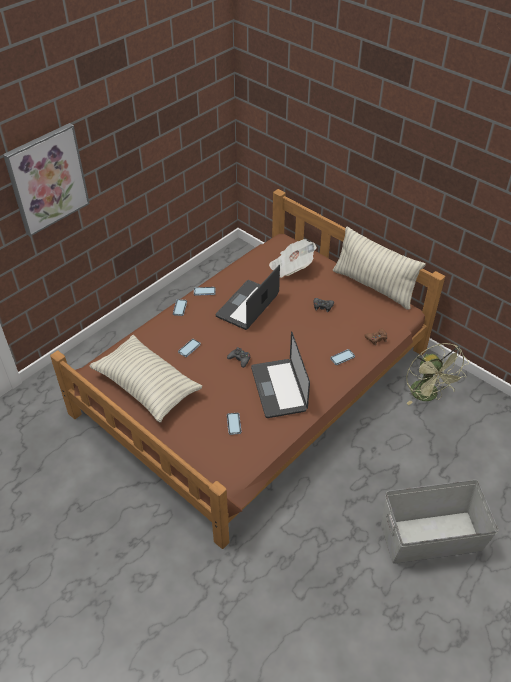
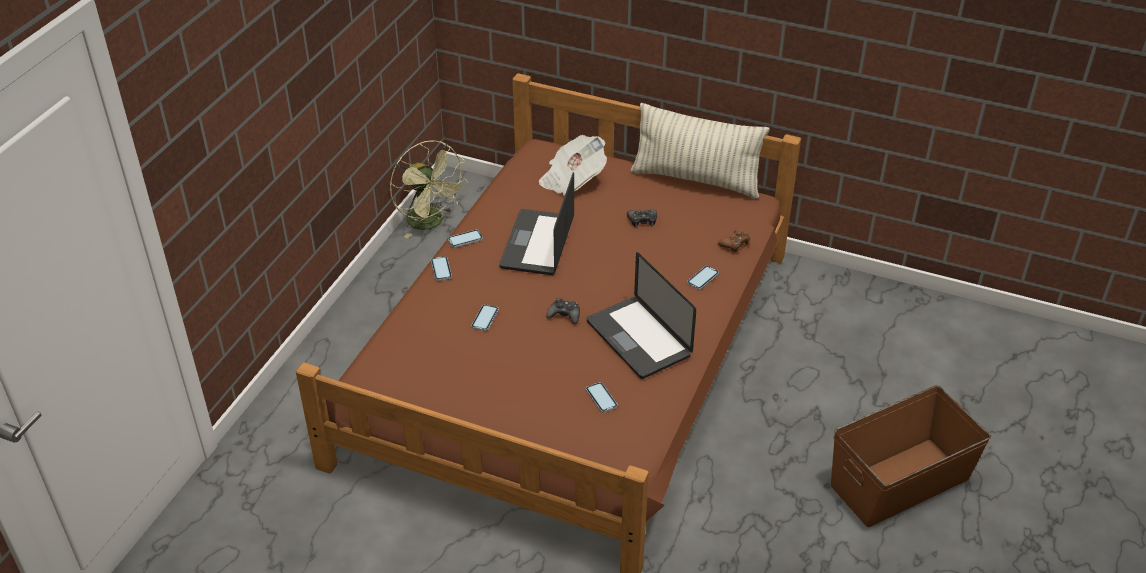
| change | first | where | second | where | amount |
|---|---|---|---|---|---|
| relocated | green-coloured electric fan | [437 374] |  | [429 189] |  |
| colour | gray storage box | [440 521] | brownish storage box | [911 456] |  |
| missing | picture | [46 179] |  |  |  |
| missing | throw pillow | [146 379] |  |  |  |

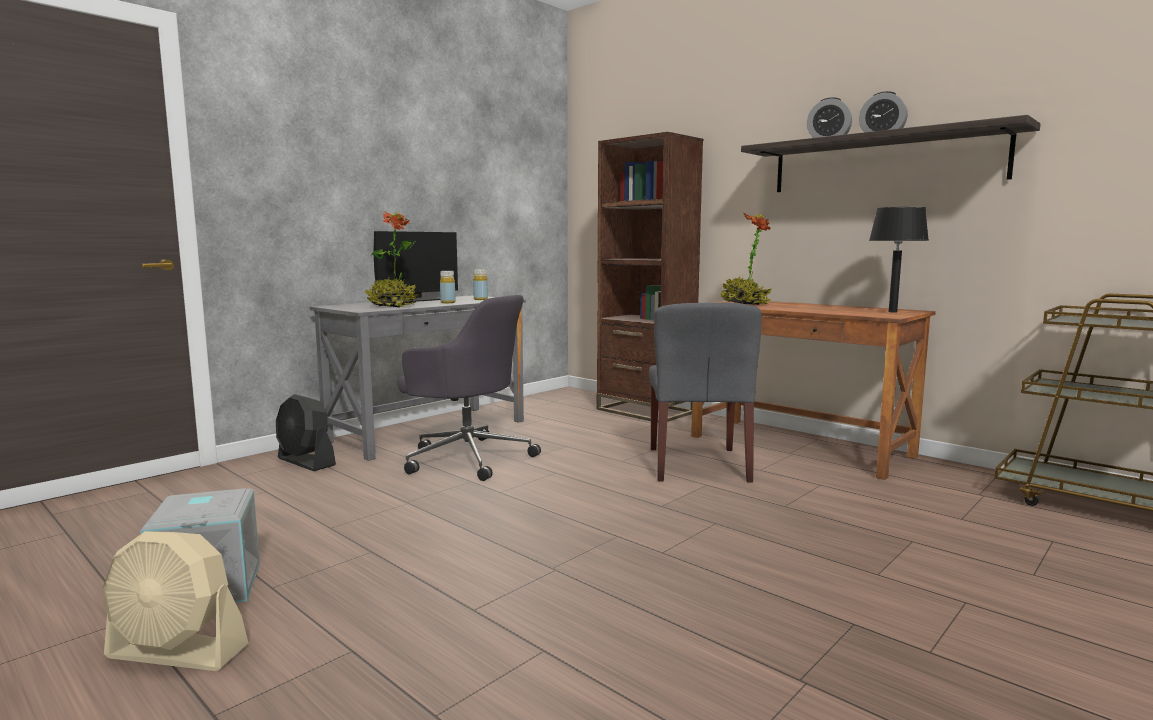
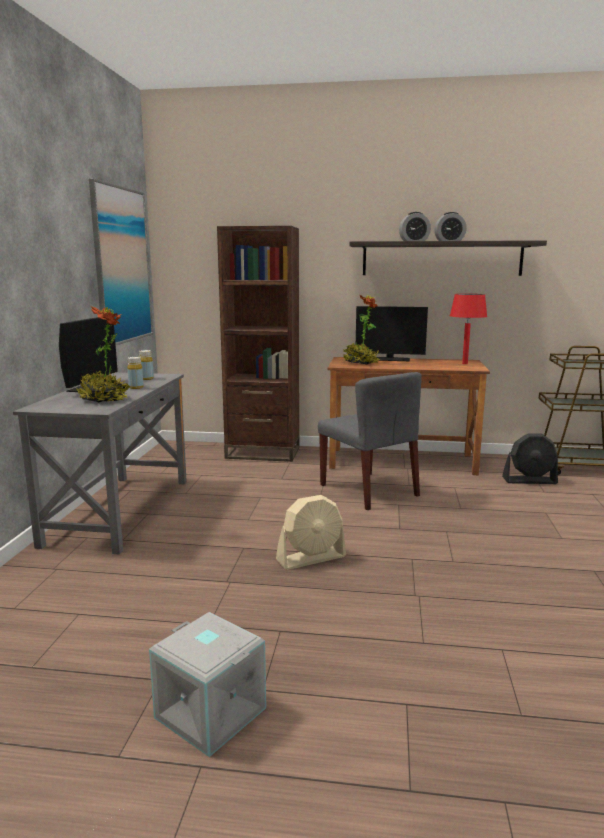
| change | first | where | second | where | amount |
|---|---|---|---|---|---|
| appeared |  |  | picture | [121 261] |  |
| relocated | sand-coloured electric fan | [175 601] |  | [311 532] |  |
| appeared |  |  | computer screen | [392 333] |  |
| colour | black-coloured tabletop lamp | [899 260] | red-coloured tabletop lamp | [468 329] |  |
| relocated | black-coloured electric fan | [306 432] |  | [530 458] |  |
| missing | gray computer chair | [469 388] |  |  |  |

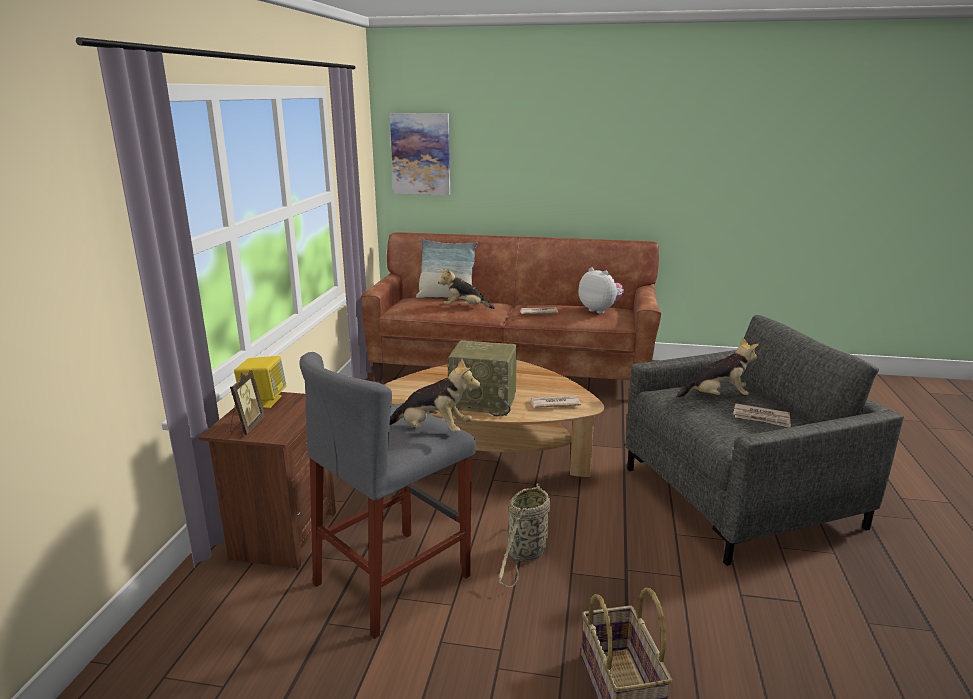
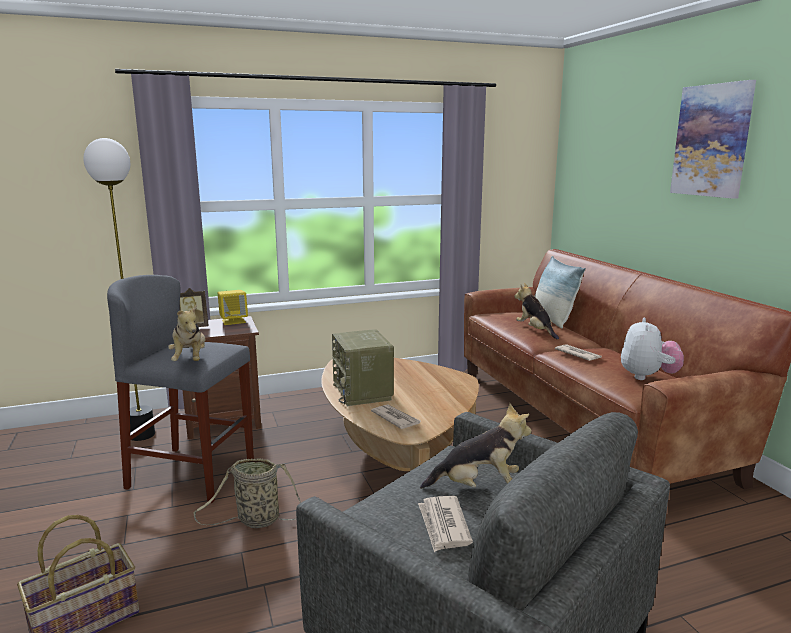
| change | first | where | second | where | amount |
|---|---|---|---|---|---|
| appeared |  |  | standing lamp | [119 289] |  |
| spun | cuddly toy | [717 367] |  | [475 446] | 60 degrees counterclockwise |
| relocated | picture | [420 154] |  | [713 139] |  |

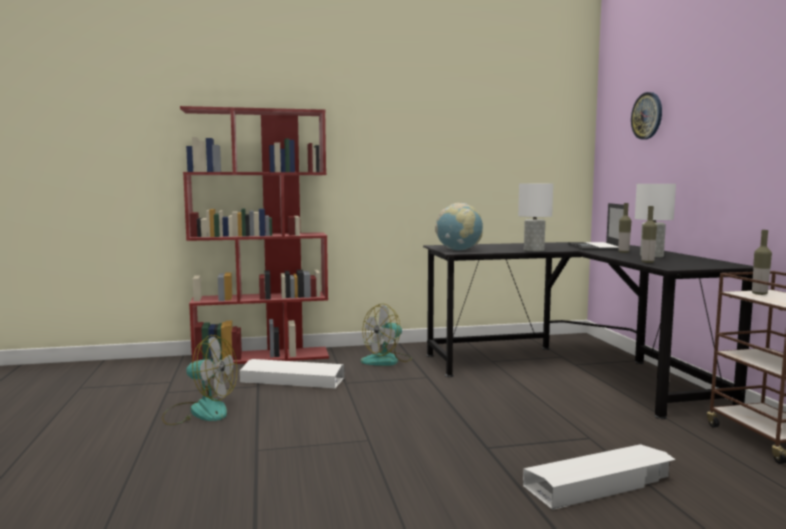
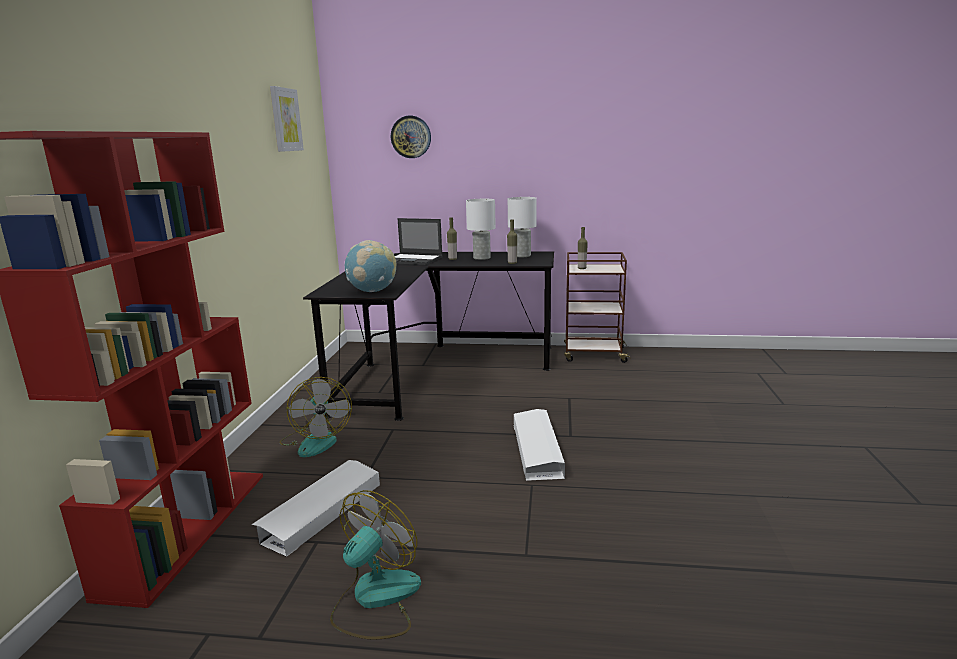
| change | first | where | second | where | amount |
|---|---|---|---|---|---|
| appeared |  |  | picture | [287 119] |  |
| relocated | whitish tabletop lamp | [535 217] |  | [522 227] |  |
| relocated | whitish storage box | [599 477] |  | [539 445] |  |

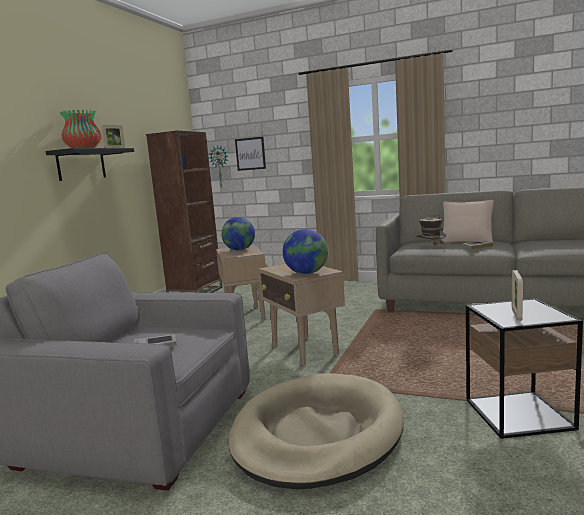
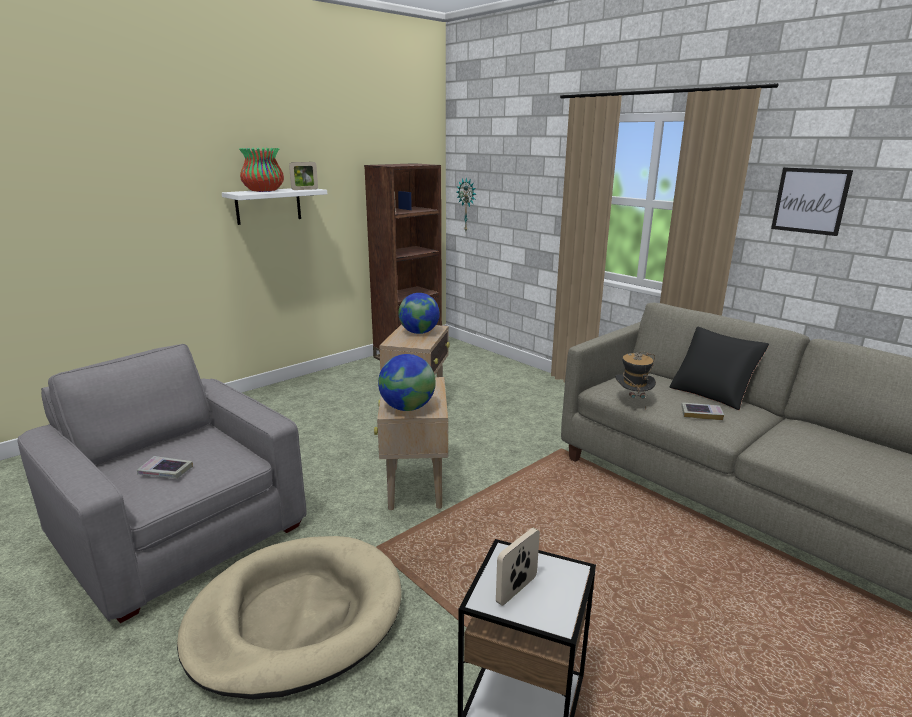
| change | first | where | second | where | amount |
|---|---|---|---|---|---|
| colour | black-coloured wall shelf | [90 164] | whitish wall shelf | [274 206] |  |
| colour | sand-coloured throw pillow | [468 221] | black-coloured throw pillow | [719 368] |  |
| relocated | picture | [250 154] |  | [812 201] |  |

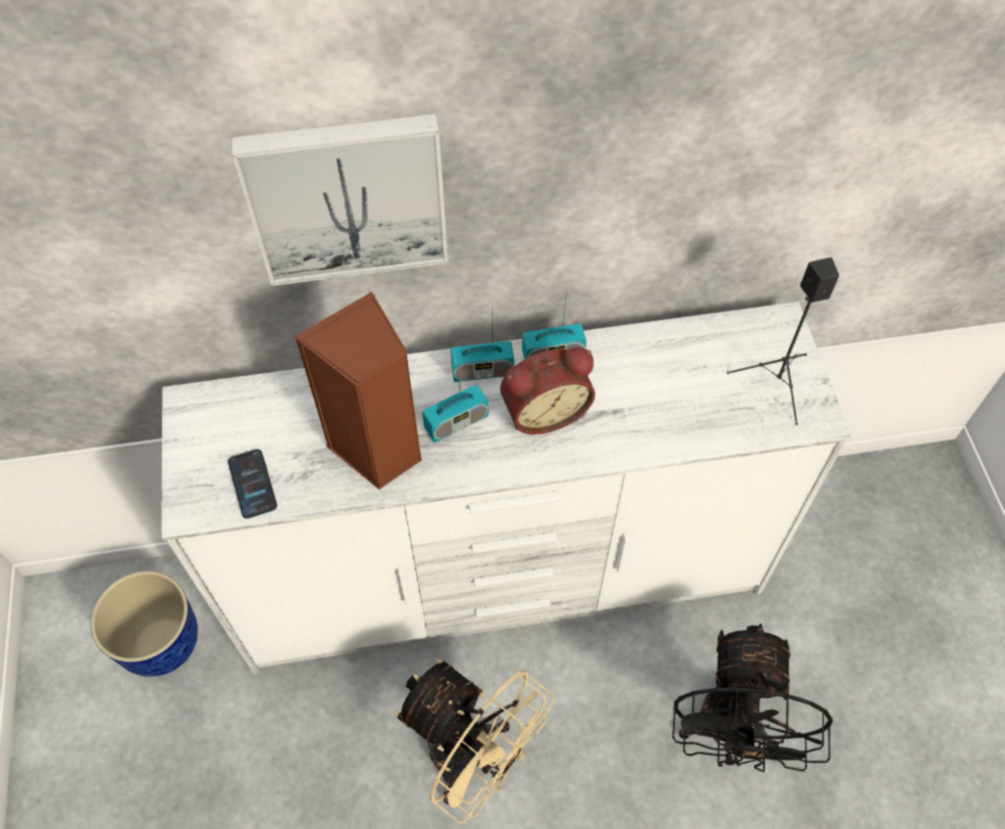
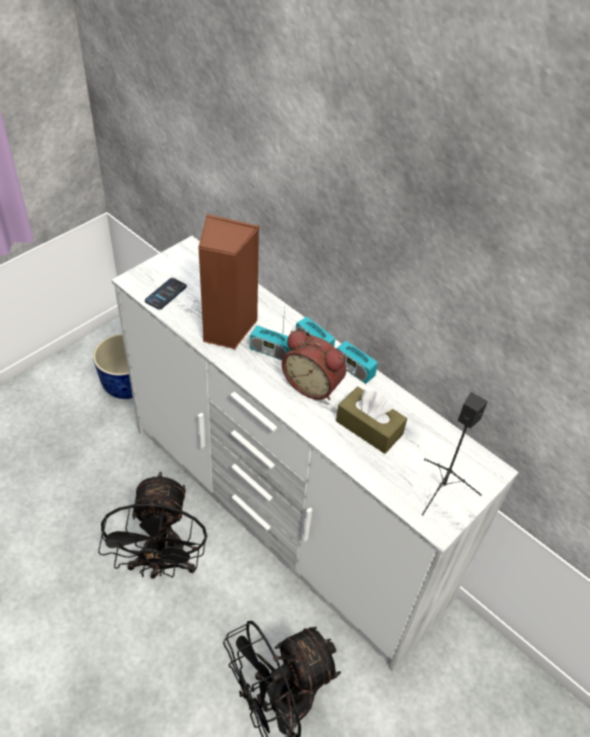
| change | first | where | second | where | amount |
|---|---|---|---|---|---|
| colour | sand-coloured electric fan | [474 741] | black-coloured electric fan | [152 525] |  |
| appeared |  |  | brownish tissue holder | [371 420] |  |
| missing | picture | [340 200] |  |  |  |

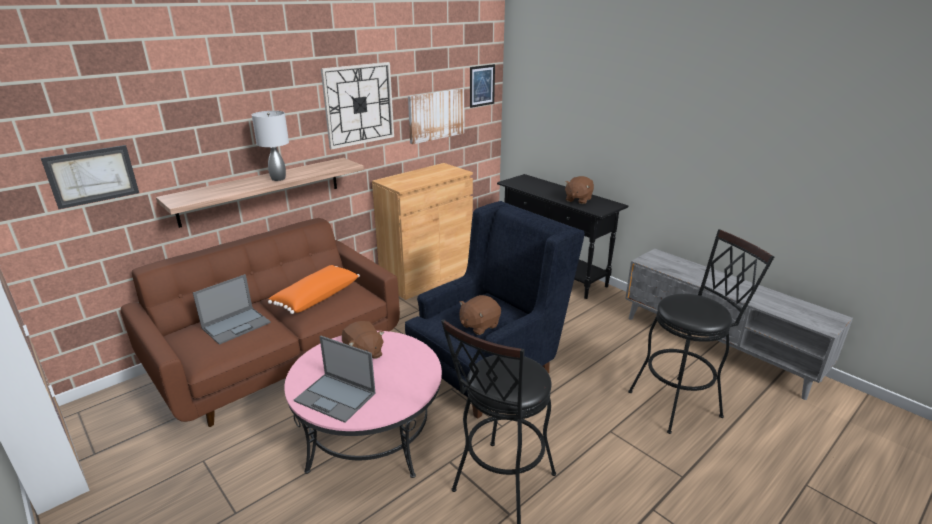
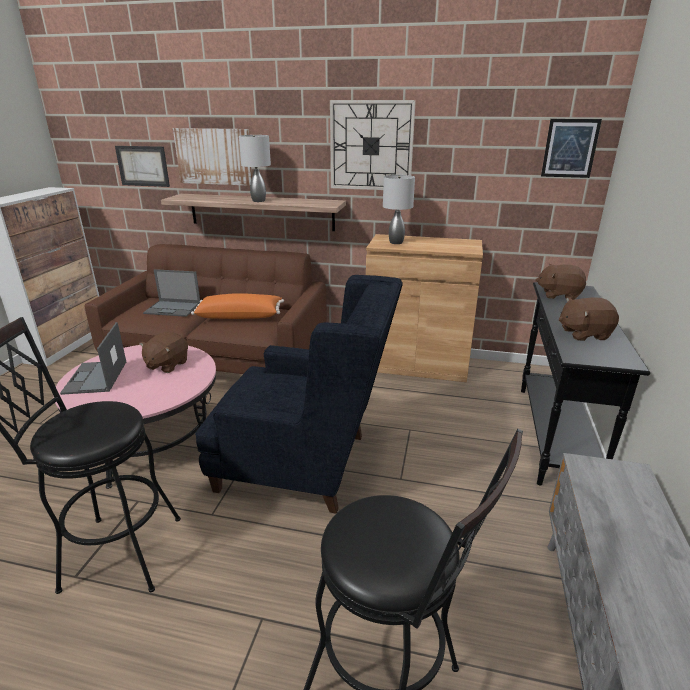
| change | first | where | second | where | amount |
|---|---|---|---|---|---|
| relocated | picture | [436 116] |  | [212 157] |  |
| appeared |  |  | gray tabletop lamp | [399 209] |  |
| relocated | brownish cuddly toy | [480 315] |  | [561 282] |  |

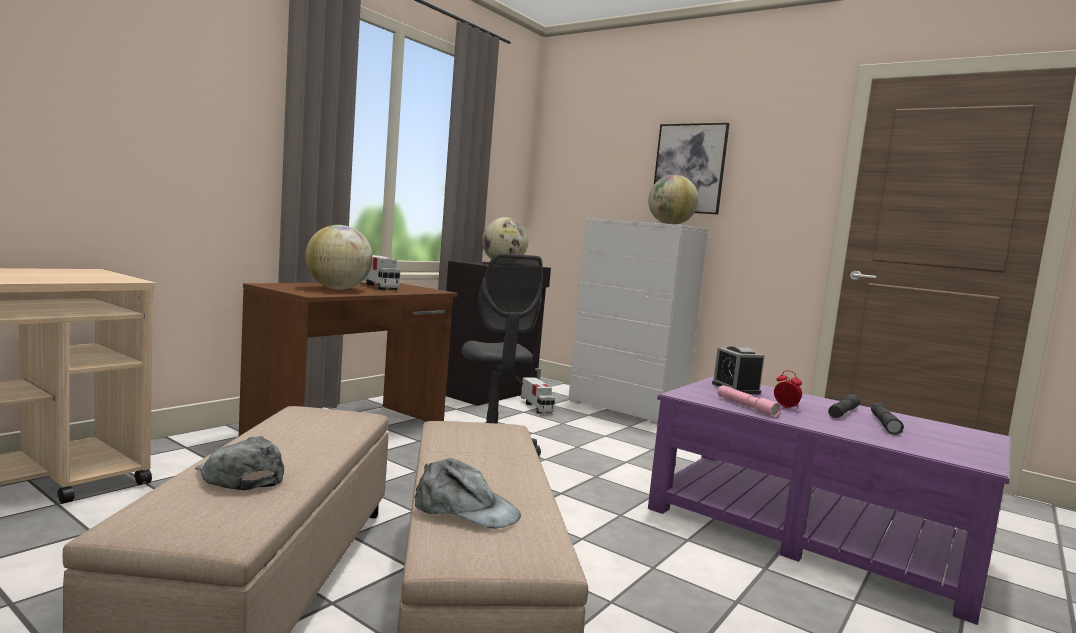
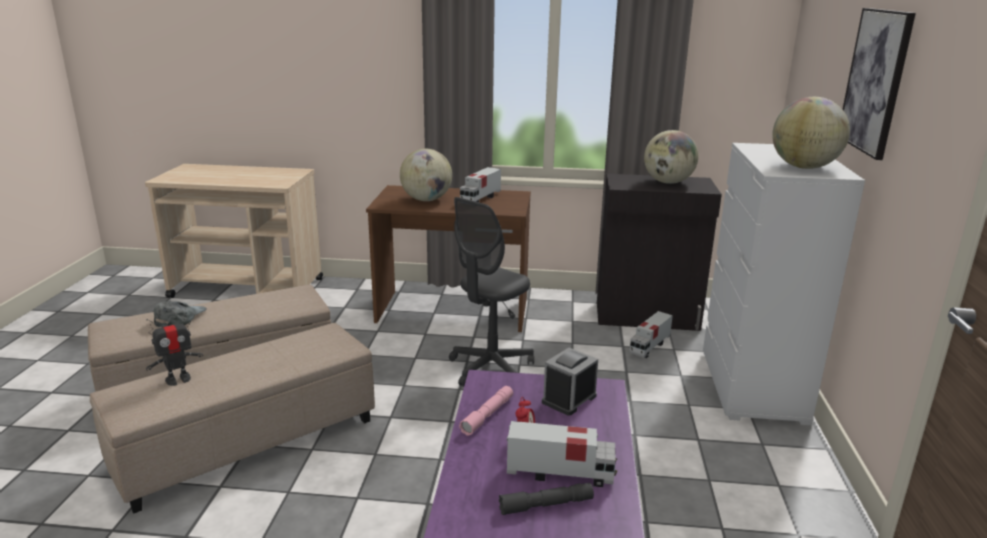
| change | first | where | second | where | amount |
|---|---|---|---|---|---|
| exchanged | gray cap | [468 493] | robot figure | [174 349] |  |
| exchanged | gray flashlight | [844 406] | model truck | [562 454] |  |

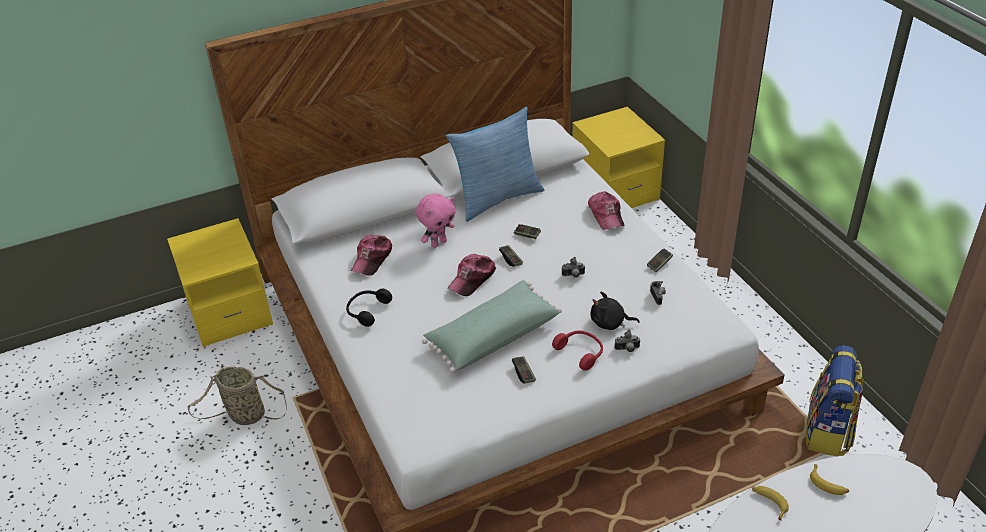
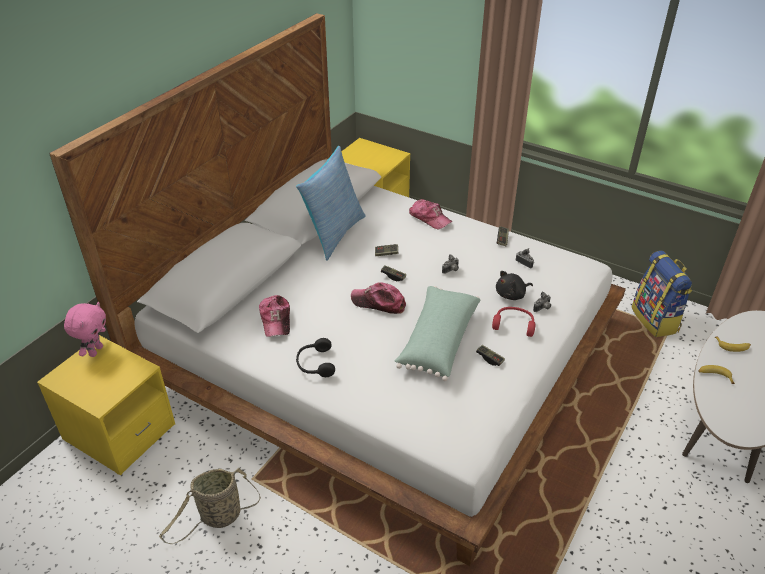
| change | first | where | second | where | amount |
|---|---|---|---|---|---|
| relocated | pinkish cuddly toy | [436 220] |  | [85 329] |  |
| spun | cap | [472 275] |  | [378 298] | 105 degrees clockwise |

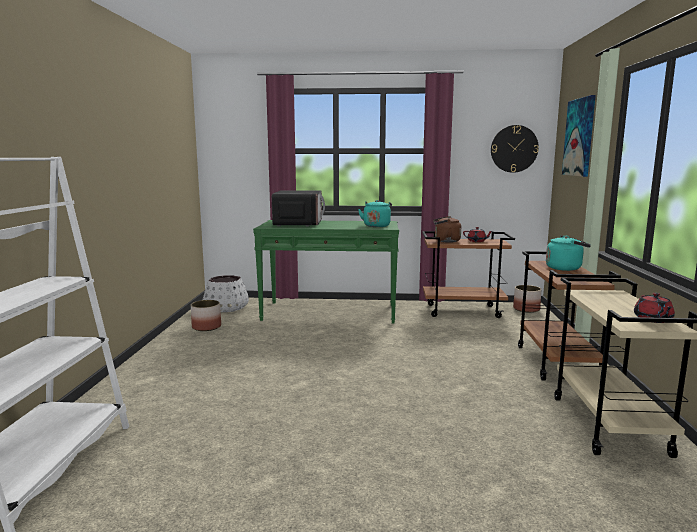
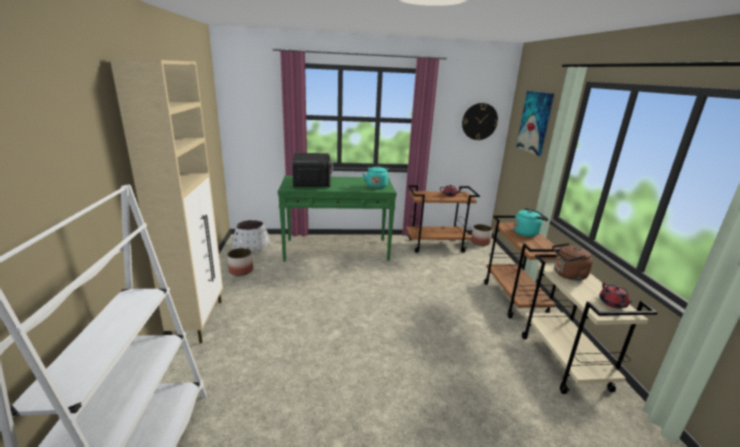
| change | first | where | second | where | amount |
|---|---|---|---|---|---|
| appeared |  |  | sand-coloured cabinet | [166 200] |  |
| relocated | brownish water kettle | [447 229] |  | [572 262] |  |

